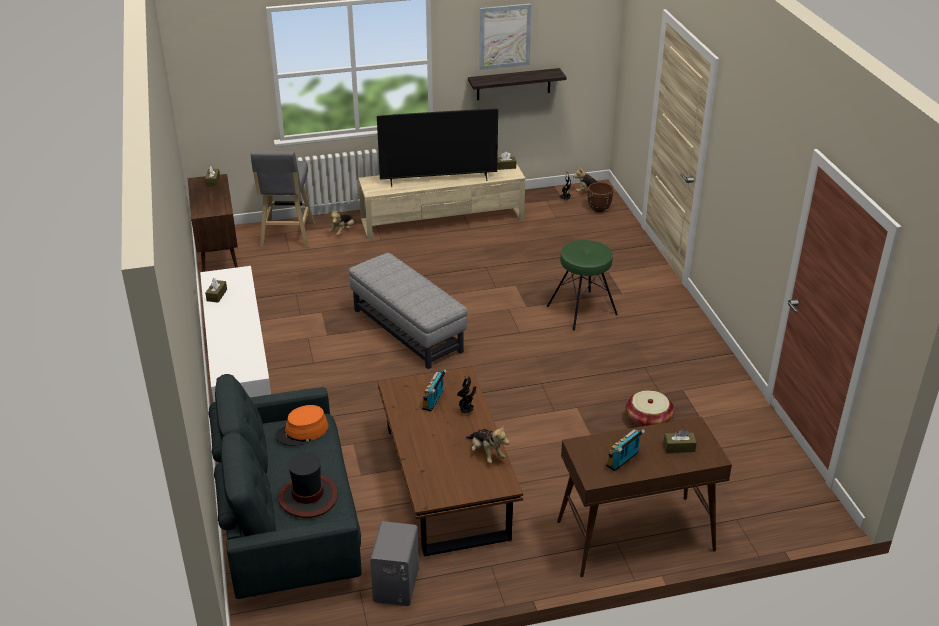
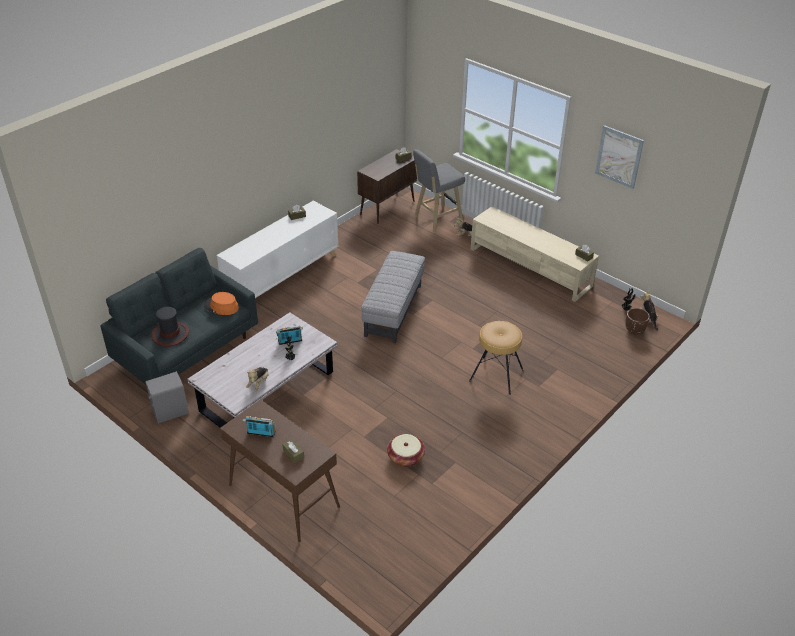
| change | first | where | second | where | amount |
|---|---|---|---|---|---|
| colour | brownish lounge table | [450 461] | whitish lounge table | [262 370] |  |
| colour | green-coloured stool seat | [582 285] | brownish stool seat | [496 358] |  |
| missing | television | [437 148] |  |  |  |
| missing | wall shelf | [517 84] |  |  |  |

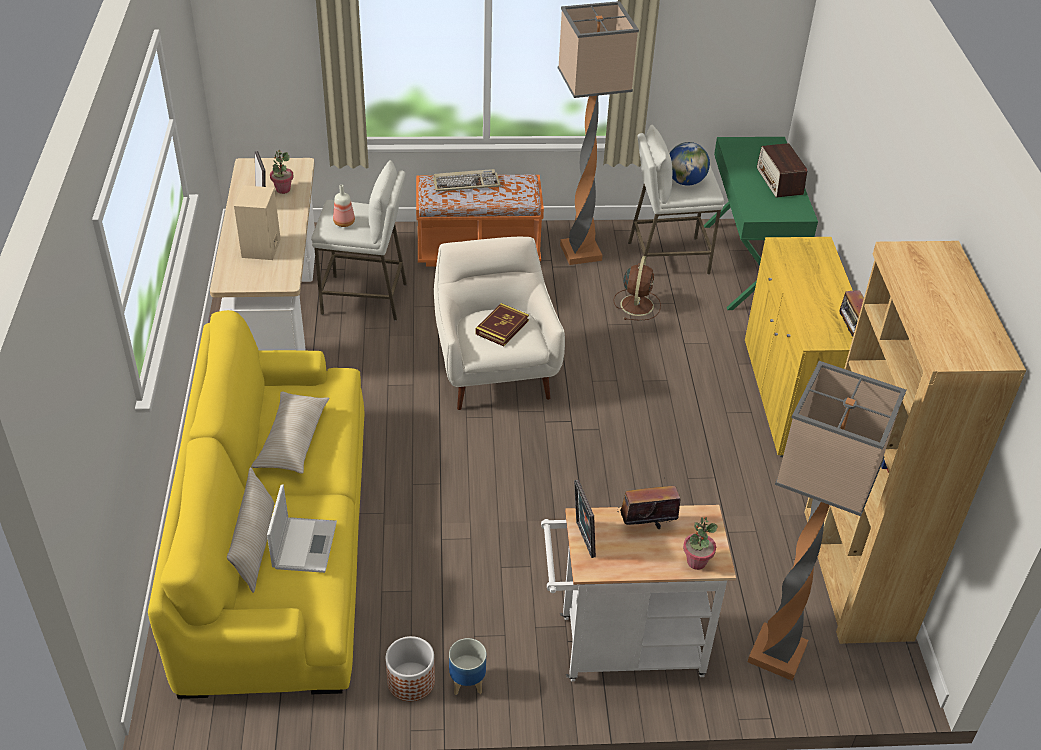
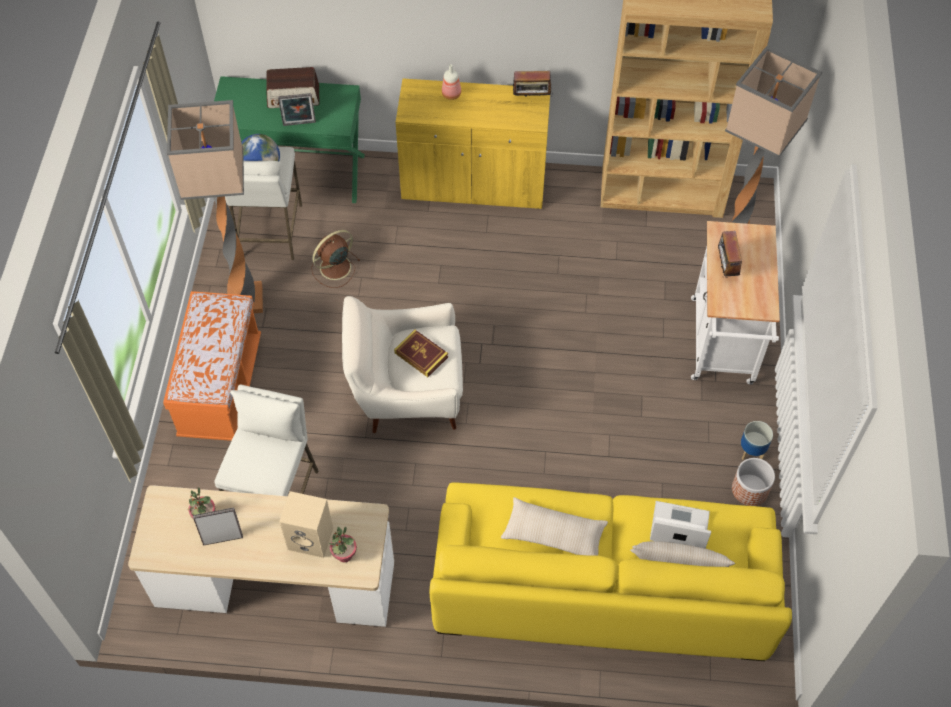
| change | first | where | second | where | amount |
|---|---|---|---|---|---|
| relocated | picture frame | [585 518] |  | [297 109] |  |
| spun | brownish electric fan | [637 288] |  | [336 259] | 60 degrees counterclockwise |
| relocated | houseplant | [700 543] |  | [343 544] |  |
| relocated | beverage bottle | [344 206] |  | [451 82] |  |
| missing | keyboard | [467 180] |  |  |  |

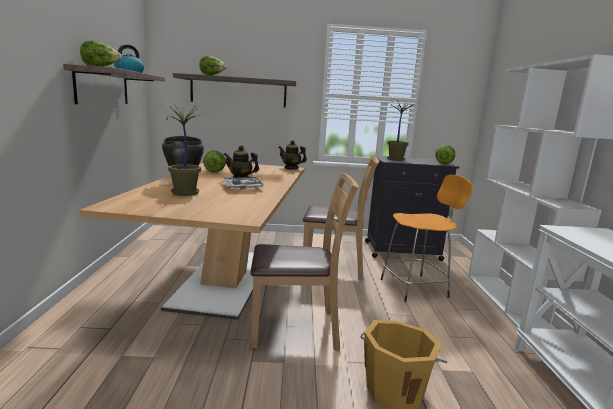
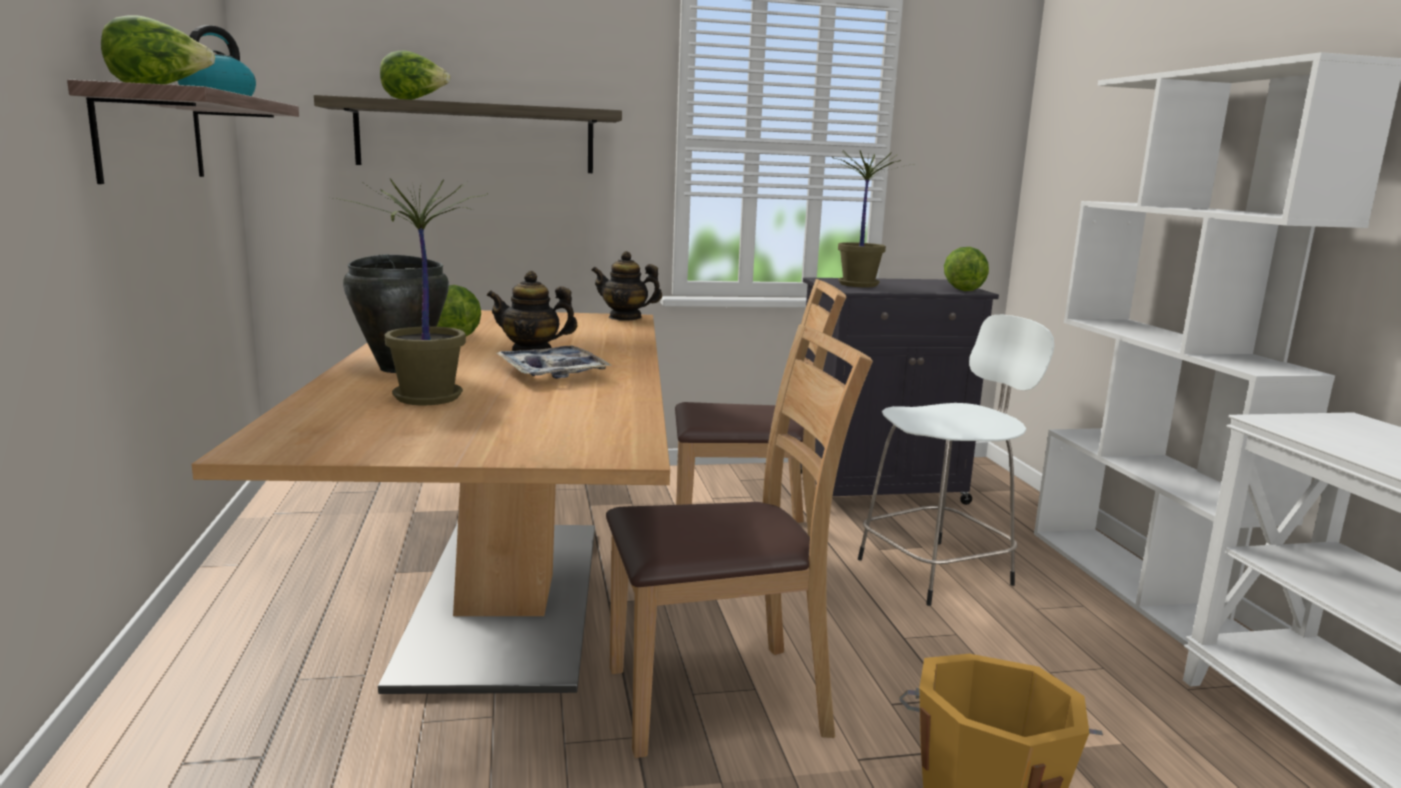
| change | first | where | second | where | amount |
|---|---|---|---|---|---|
| colour | orange stool seat | [426 238] | whitish stool seat | [956 460] |  |

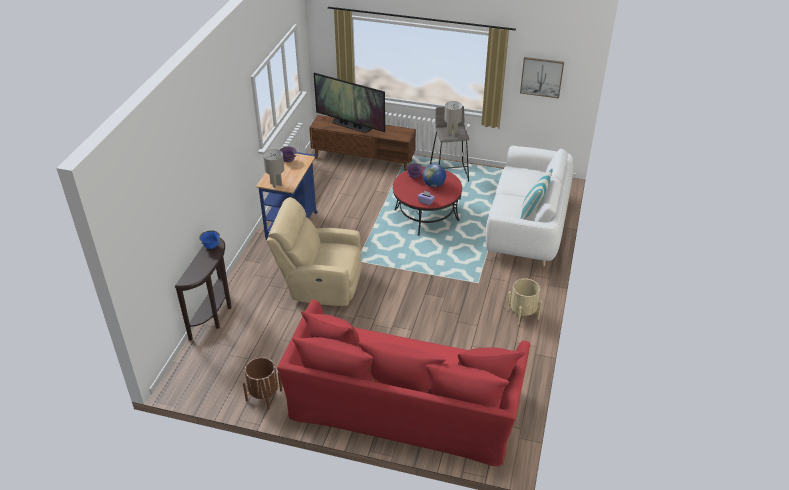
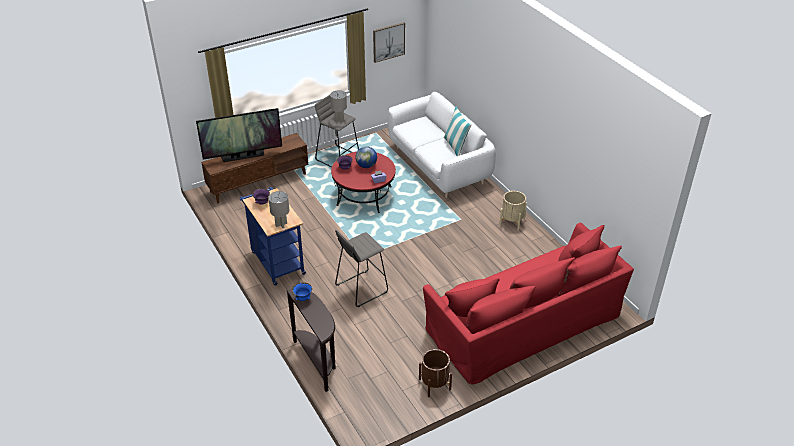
| change | first | where | second | where | amount |
|---|---|---|---|---|---|
| exchanged | sand-coloured lounge chair | [314 251] | gray stool seat | [361 268] |  |

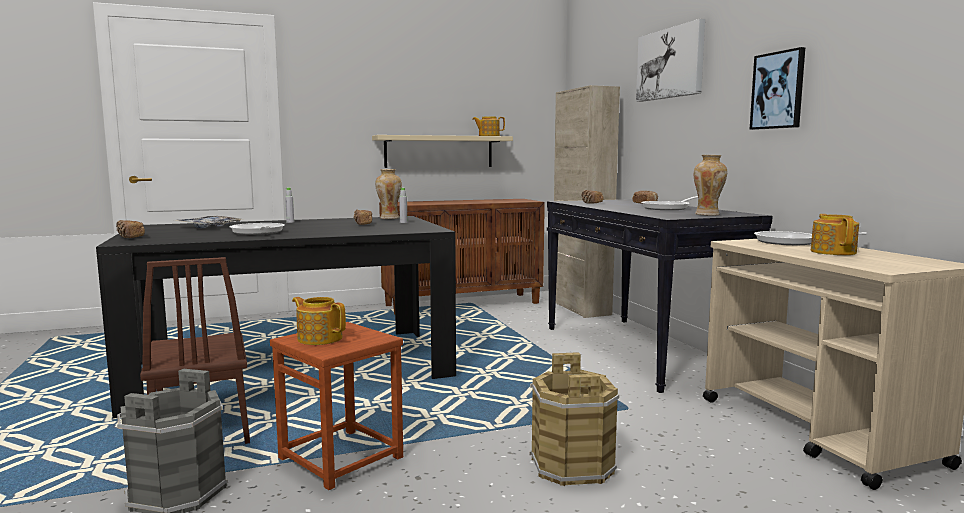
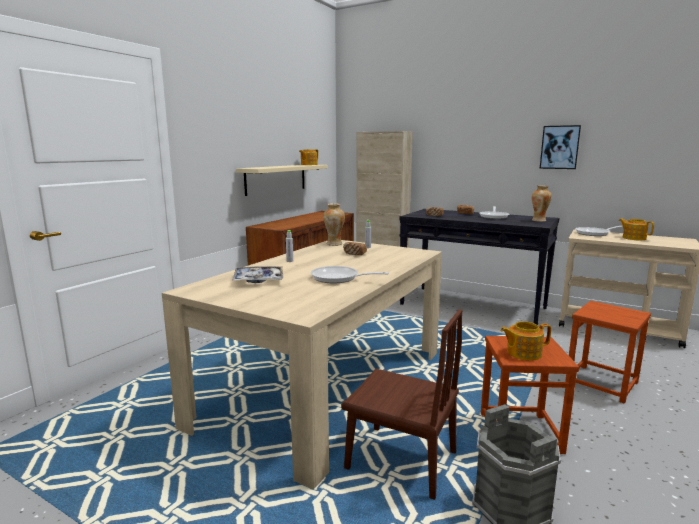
| change | first | where | second | where | amount |
|---|---|---|---|---|---|
| colour | black-coloured dining table | [276 317] | sand-coloured dining table | [302 365] |  |
| exchanged | brownish pail | [574 419] | brownish stool seat | [608 352] |  |
| missing | baked bread | [130 229] |  |  |  |
| missing | picture | [670 60] |  |  |  |

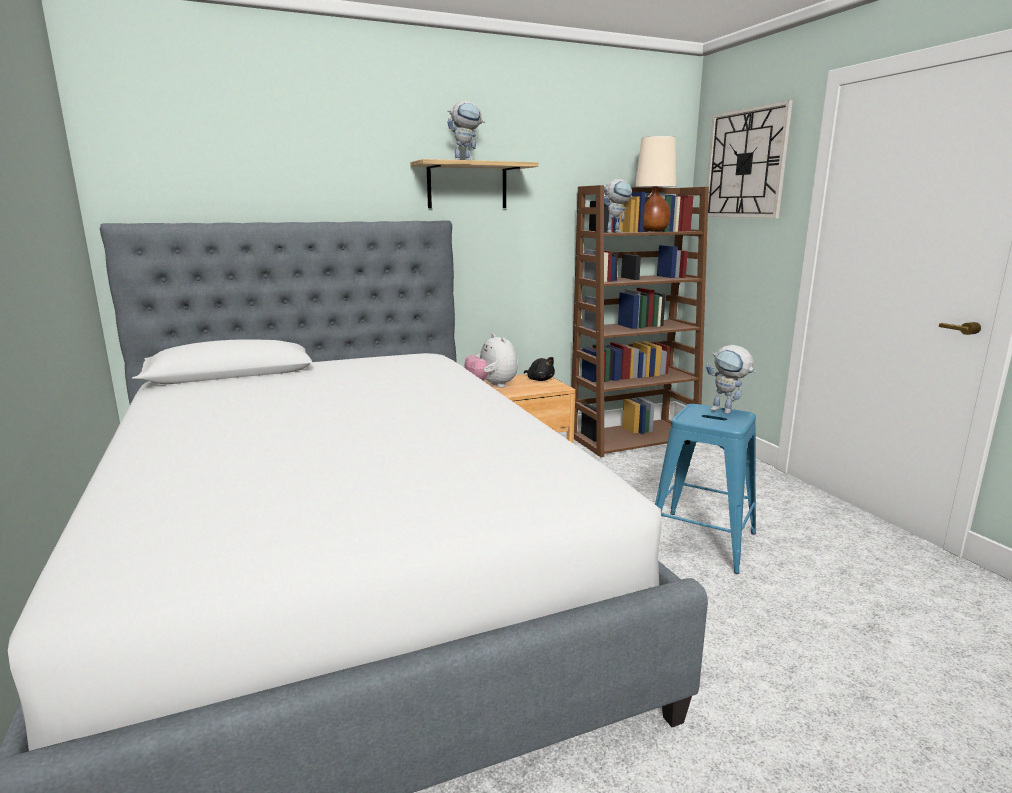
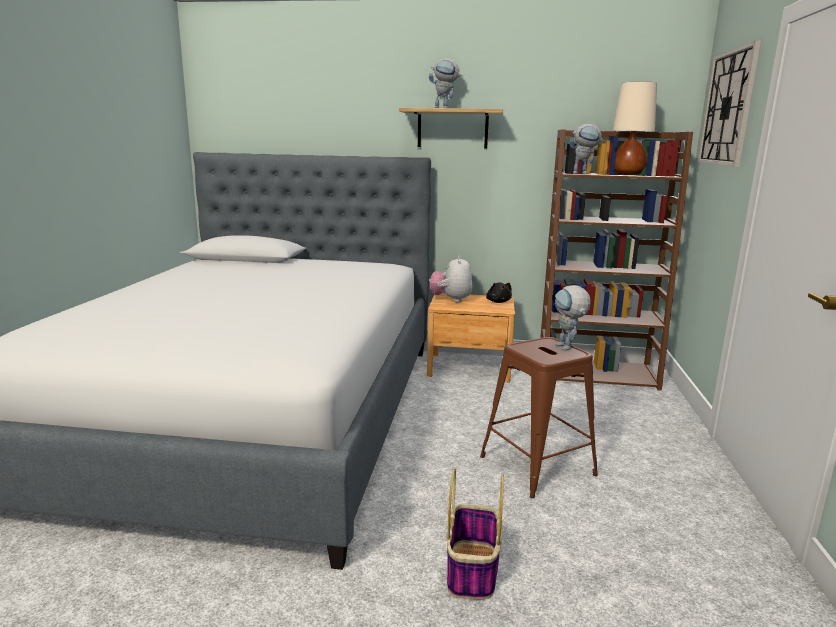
| change | first | where | second | where | amount |
|---|---|---|---|---|---|
| appeared |  |  | storage basket | [475 534] |  |
| colour | blue-coloured stool seat | [705 489] | brownish stool seat | [539 417] |  |

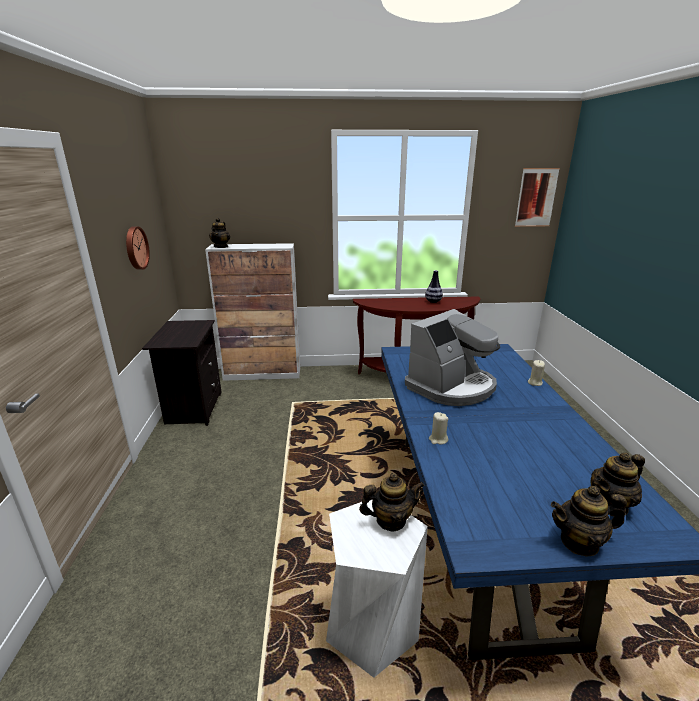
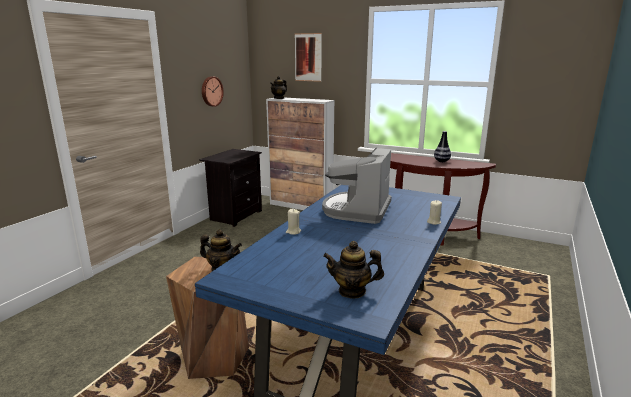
| change | first | where | second | where | amount |
|---|---|---|---|---|---|
| colour | whitish stool seat | [377 589] | brownish stool seat | [207 318] |  |
| relocated | picture | [537 197] |  | [308 57] |  |
| spun | coffee machine | [452 357] |  | [356 185] | 120 degrees clockwise |
| missing | tea pot | [589 521] |  |  |  |

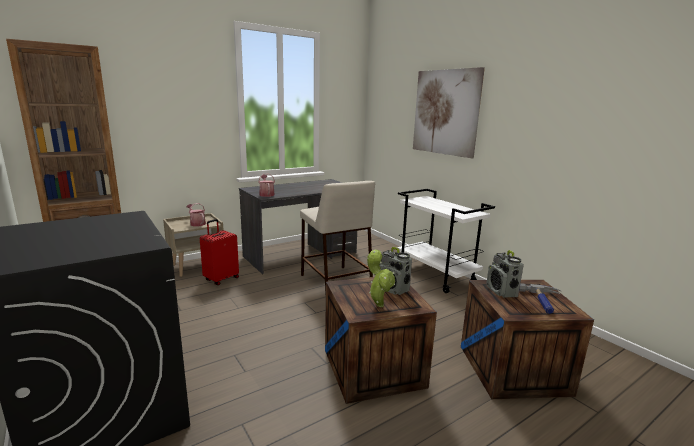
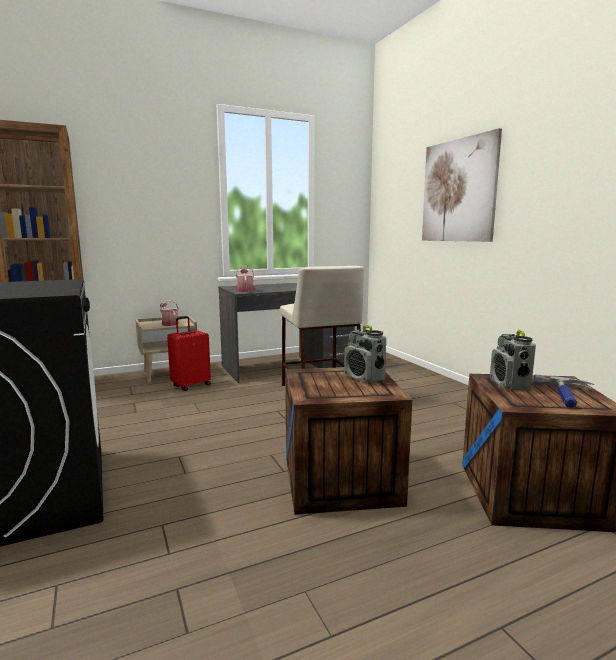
| change | first | where | second | where | amount |
|---|---|---|---|---|---|
| missing | houseplant | [381 278] |  |  |  |
| missing | whitish cart | [446 241] |  |  |  |

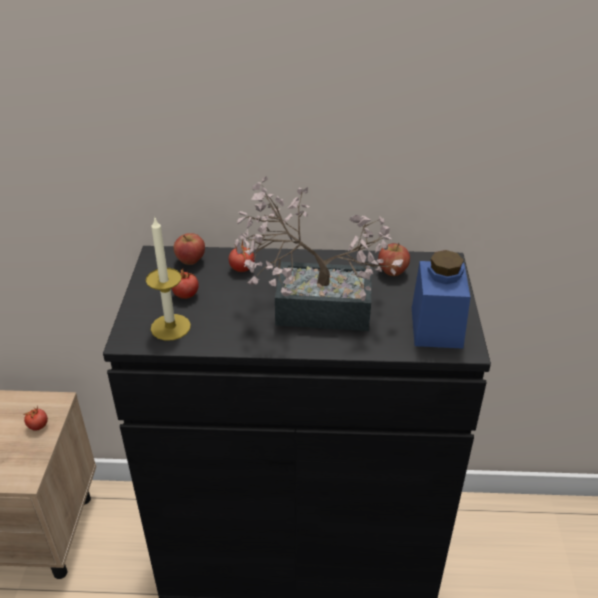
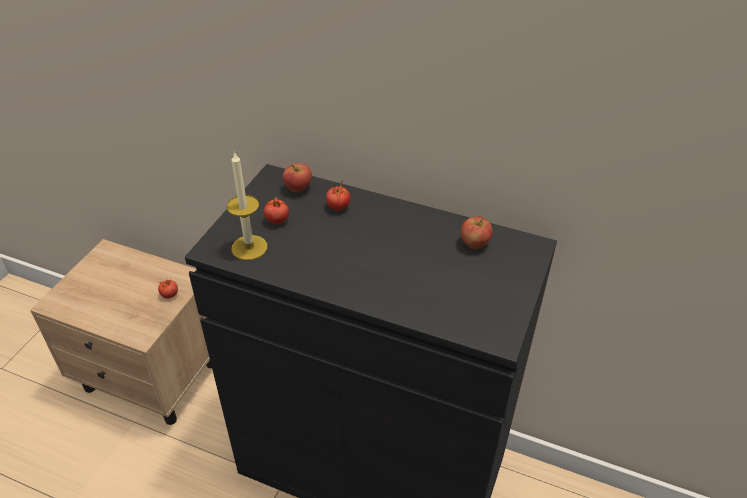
| change | first | where | second | where | amount |
|---|---|---|---|---|---|
| missing | houseplant | [319 254] |  |  |  |
| missing | blue-coloured storage jar | [441 299] |  |  |  |

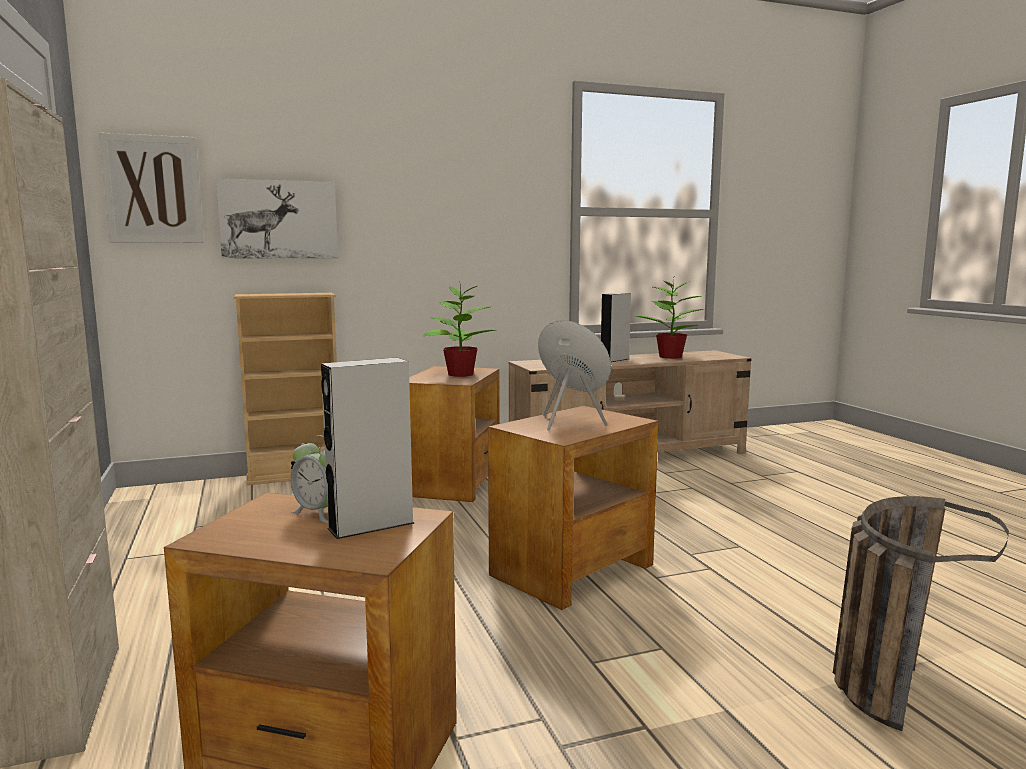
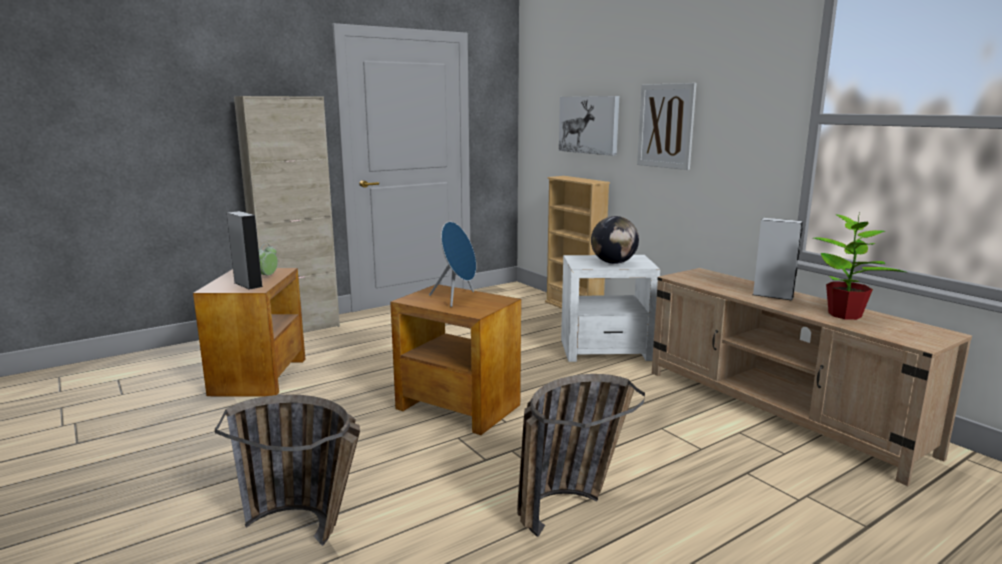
| change | first | where | second | where | amount |
|---|---|---|---|---|---|
| appeared |  |  | storage basket | [581 455] |  |
| colour | brownish end table | [454 434] | whitish end table | [610 308] |  |
| exchanged | houseplant | [459 329] | desk globe | [615 240] |  |
| relocated | picture | [151 188] |  | [667 126] |  |

